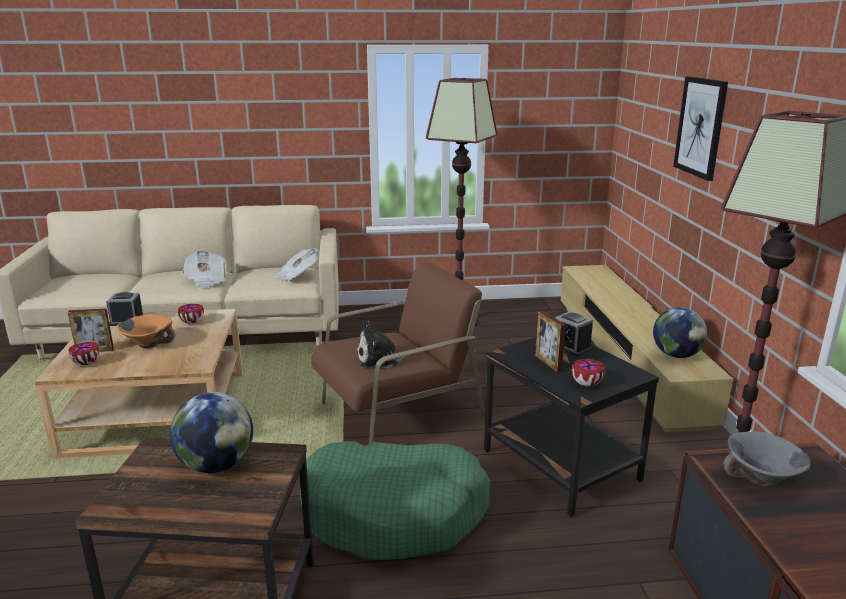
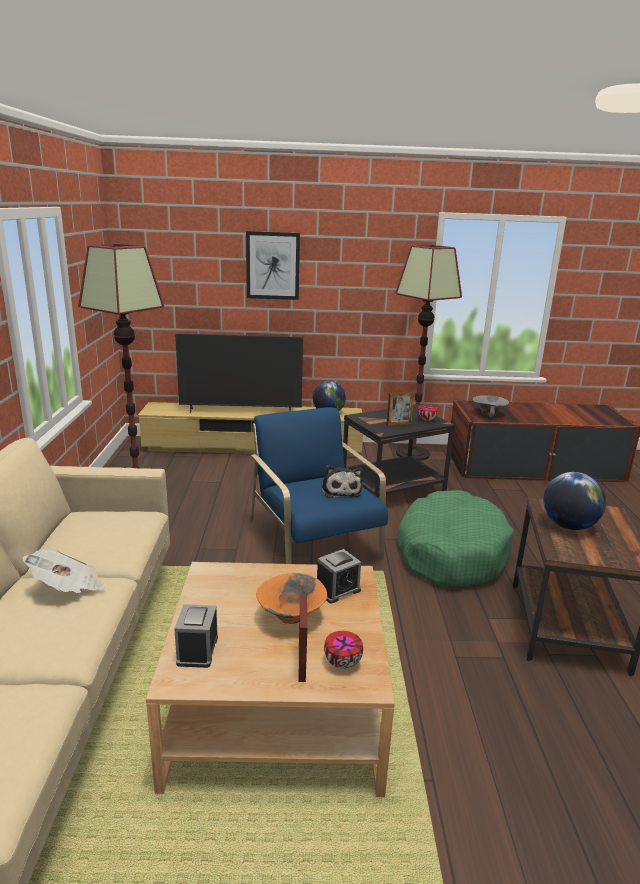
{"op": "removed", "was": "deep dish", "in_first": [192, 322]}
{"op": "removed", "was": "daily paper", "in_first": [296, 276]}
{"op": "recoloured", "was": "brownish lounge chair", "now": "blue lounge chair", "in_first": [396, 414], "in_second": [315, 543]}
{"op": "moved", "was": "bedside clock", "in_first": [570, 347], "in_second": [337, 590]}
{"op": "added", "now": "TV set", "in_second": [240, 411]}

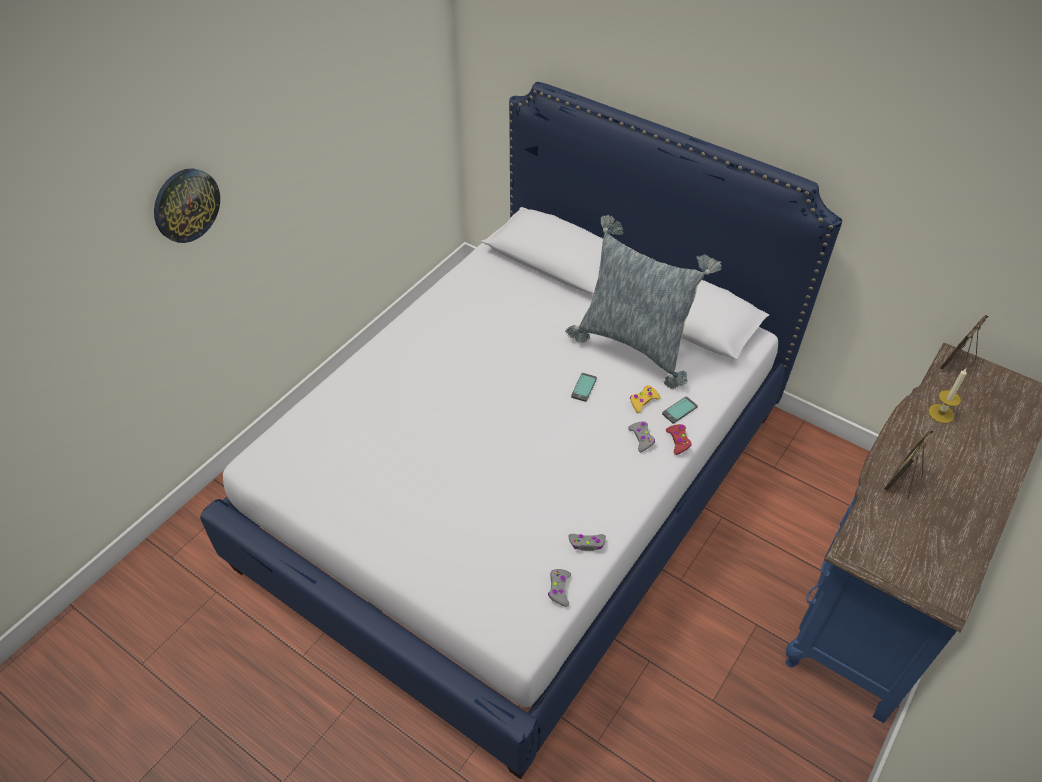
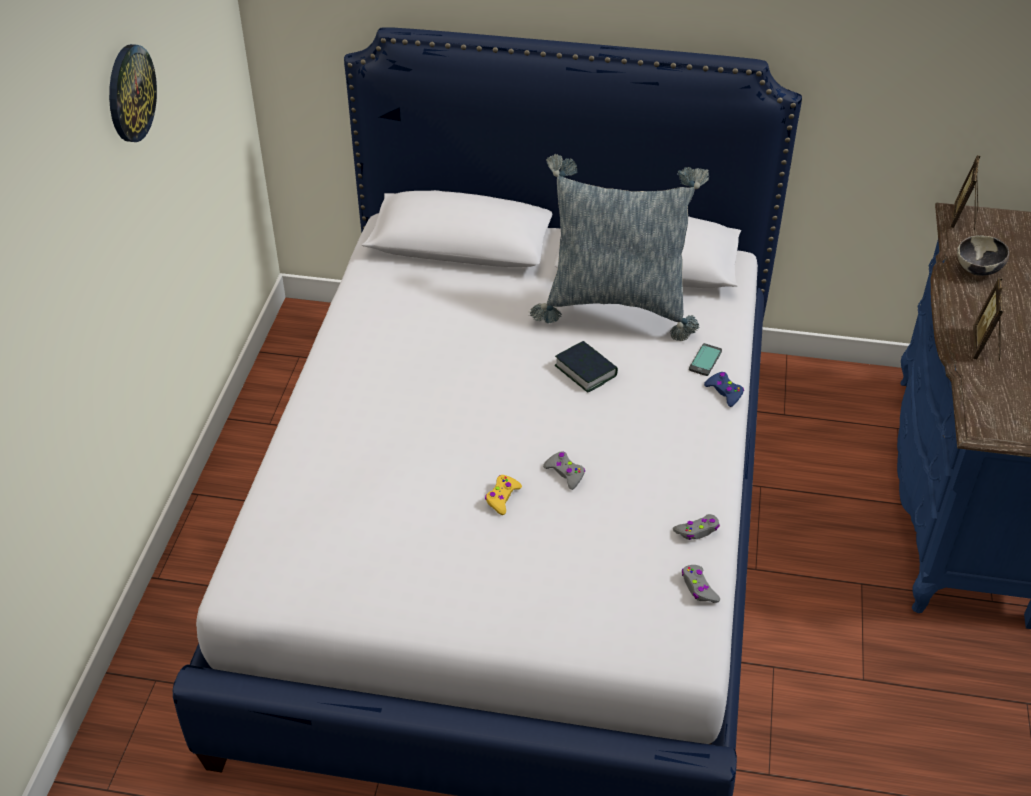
{"op": "moved", "was": "hanging clock", "in_first": [186, 205], "in_second": [130, 93]}
{"op": "replaced", "was": "handset", "now": "book", "in_first": [584, 387], "in_second": [585, 371]}
{"op": "moved", "was": "grey gamepad", "in_first": [641, 438], "in_second": [565, 473]}
{"op": "moved", "was": "yellow gamepad", "in_first": [643, 401], "in_second": [502, 498]}
{"op": "recoloured", "was": "red-coloured gamepad", "now": "blue gamepad", "in_first": [678, 441], "in_second": [724, 392]}
{"op": "replaced", "was": "wax light", "now": "deep dish", "in_first": [941, 413], "in_second": [978, 270]}

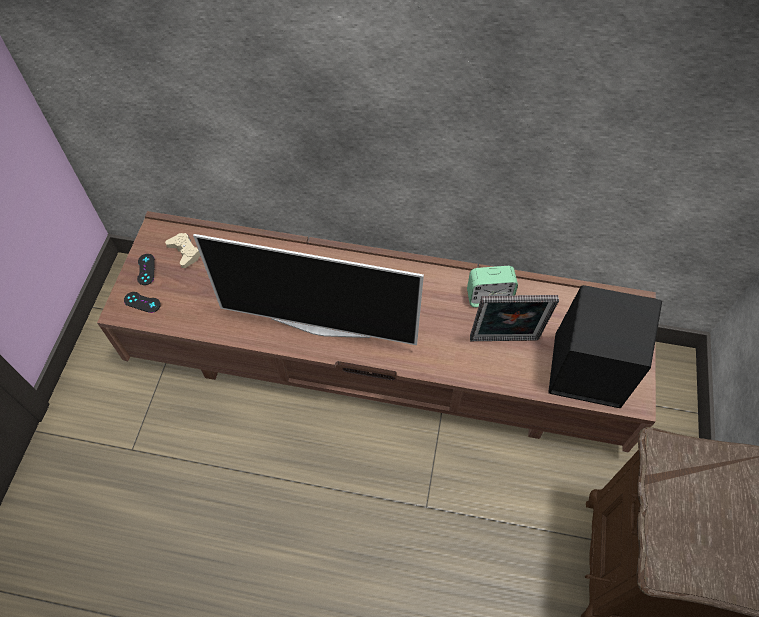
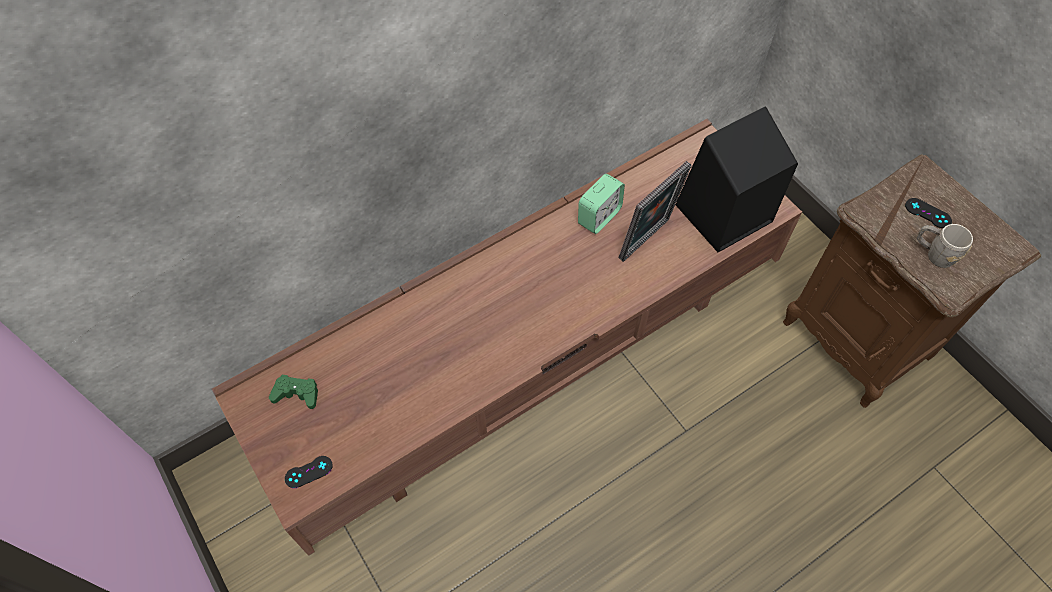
{"op": "moved", "was": "blackish gamepad", "in_first": [146, 269], "in_second": [928, 213]}
{"op": "recoloured", "was": "beige gamepad", "now": "green gamepad", "in_first": [185, 252], "in_second": [297, 394]}
{"op": "removed", "was": "TV set", "in_first": [320, 326]}
{"op": "added", "now": "grey coffee mug", "in_second": [934, 254]}

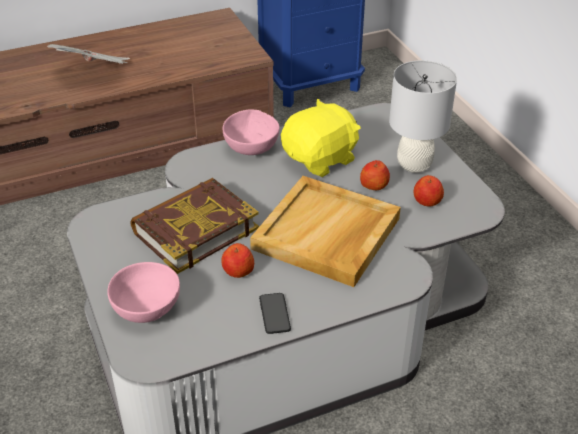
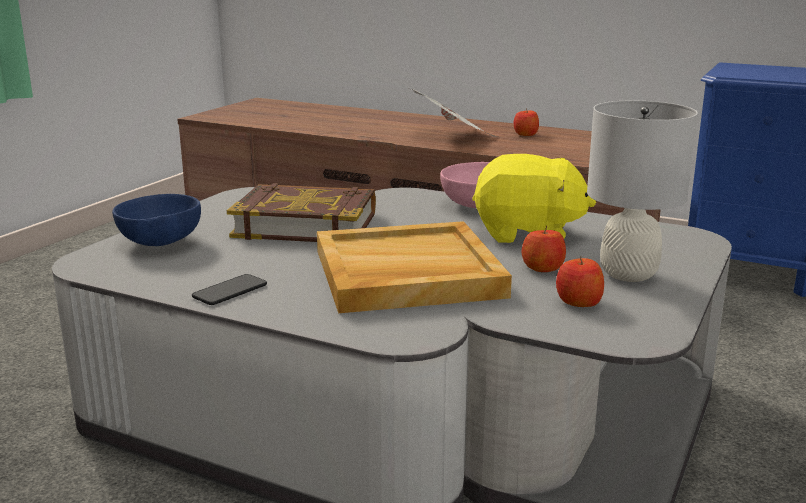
{"op": "recoloured", "was": "pink-coloured deep dish", "now": "blue deep dish", "in_first": [148, 310], "in_second": [160, 244]}
{"op": "moved", "was": "whole apple", "in_first": [238, 271], "in_second": [525, 134]}

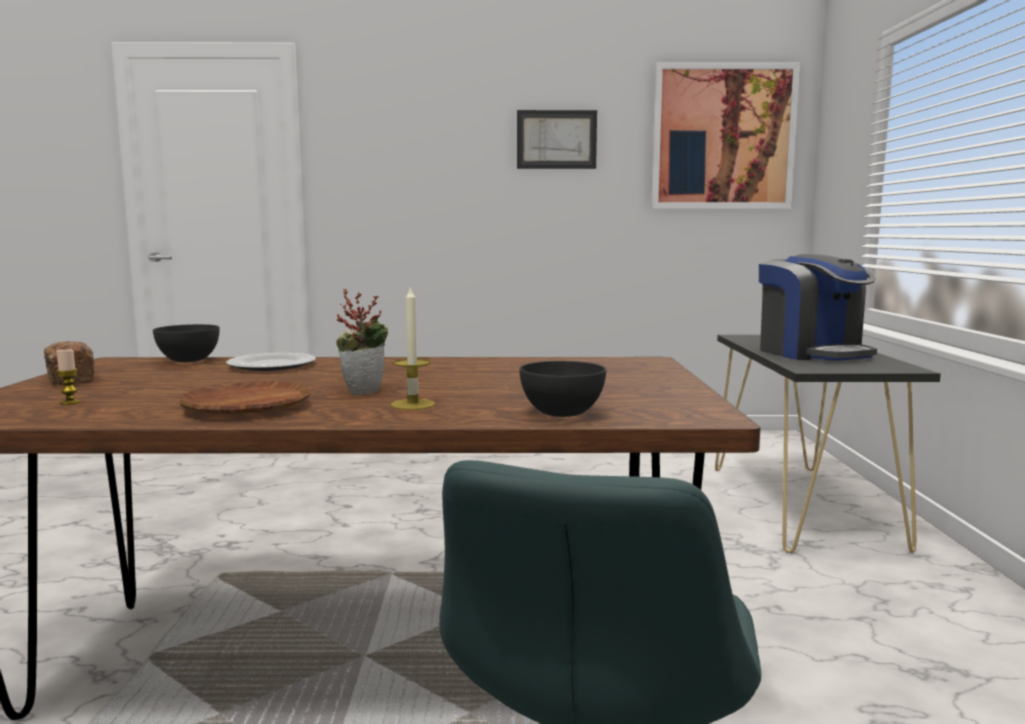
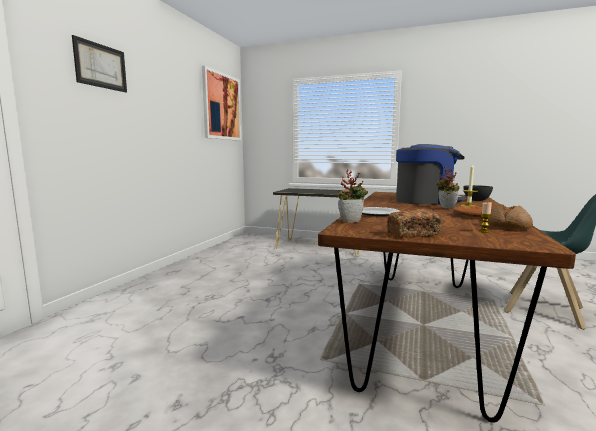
{"op": "replaced", "was": "grey deep dish", "now": "potted plant", "in_first": [188, 360], "in_second": [351, 221]}
{"op": "moved", "was": "wall picture", "in_first": [556, 139], "in_second": [100, 66]}
{"op": "moved", "was": "coffee brewer", "in_first": [812, 353], "in_second": [426, 201]}
{"op": "added", "now": "bakery bread", "in_second": [506, 226]}

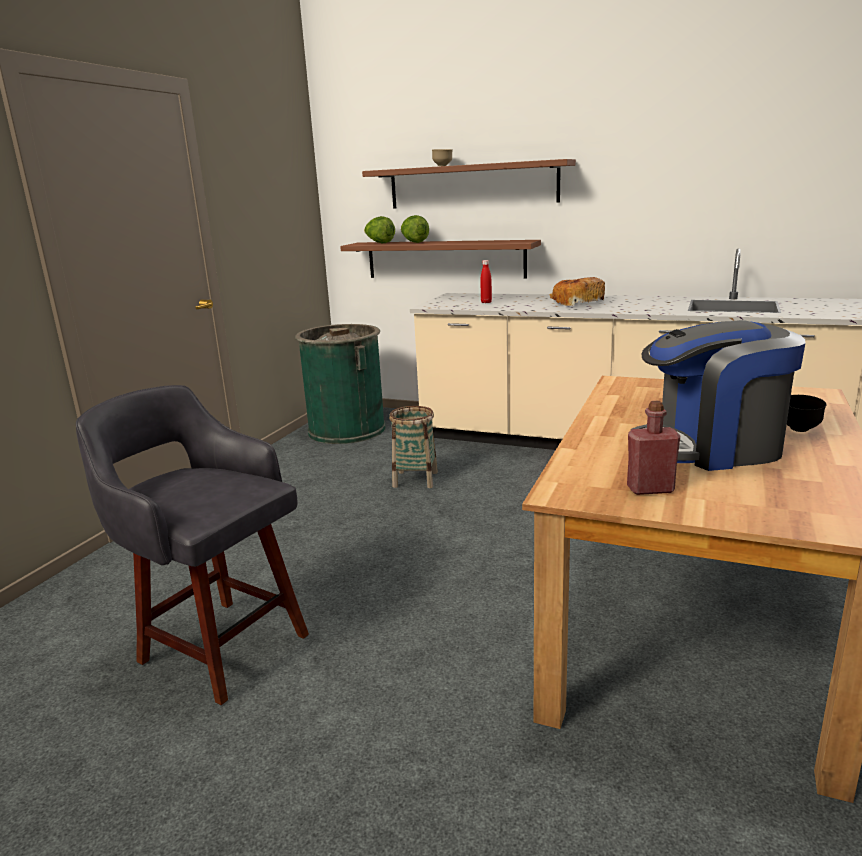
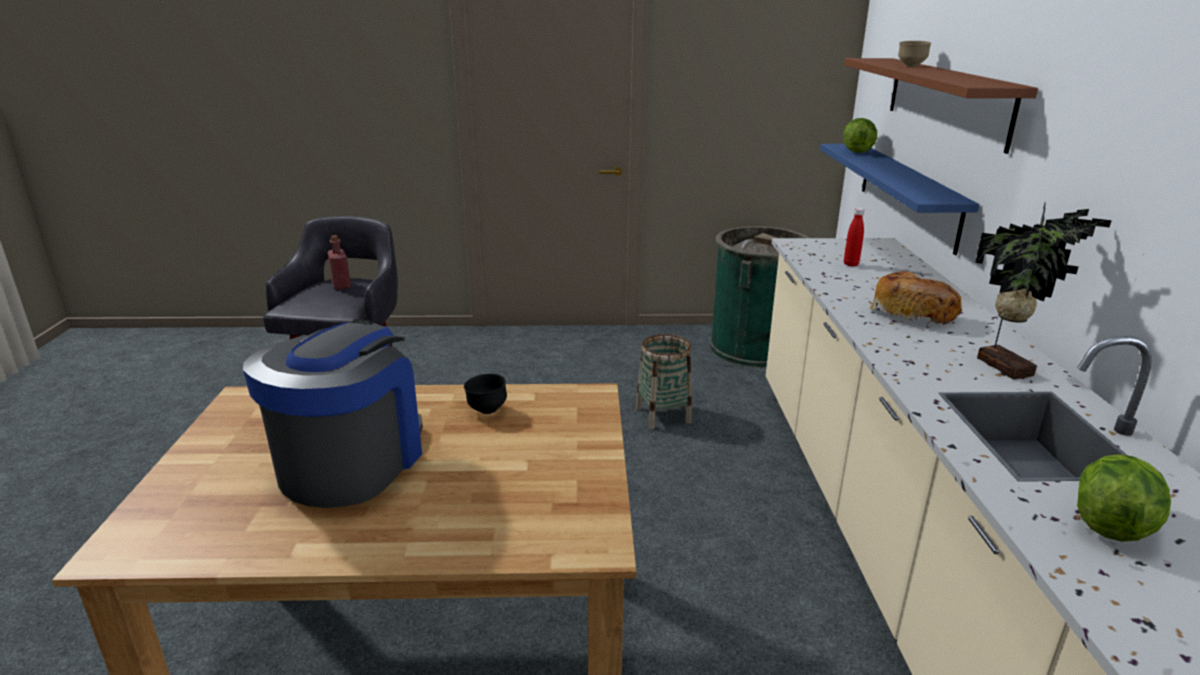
{"op": "recoloured", "was": "brownish bracket shelf", "now": "blue bracket shelf", "in_first": [445, 259], "in_second": [907, 194]}
{"op": "moved", "was": "head of lettuce", "in_first": [414, 242], "in_second": [1111, 523]}
{"op": "moved", "was": "red-coloured bottle", "in_first": [650, 489], "in_second": [341, 285]}
{"op": "turned", "was": "coffee brewer", "in_first": [710, 447], "in_second": [352, 462], "clockwise": 45}
{"op": "moved", "was": "blackish deep dish", "in_first": [799, 430], "in_second": [486, 410]}
{"op": "added", "now": "potted plant", "in_second": [1006, 366]}

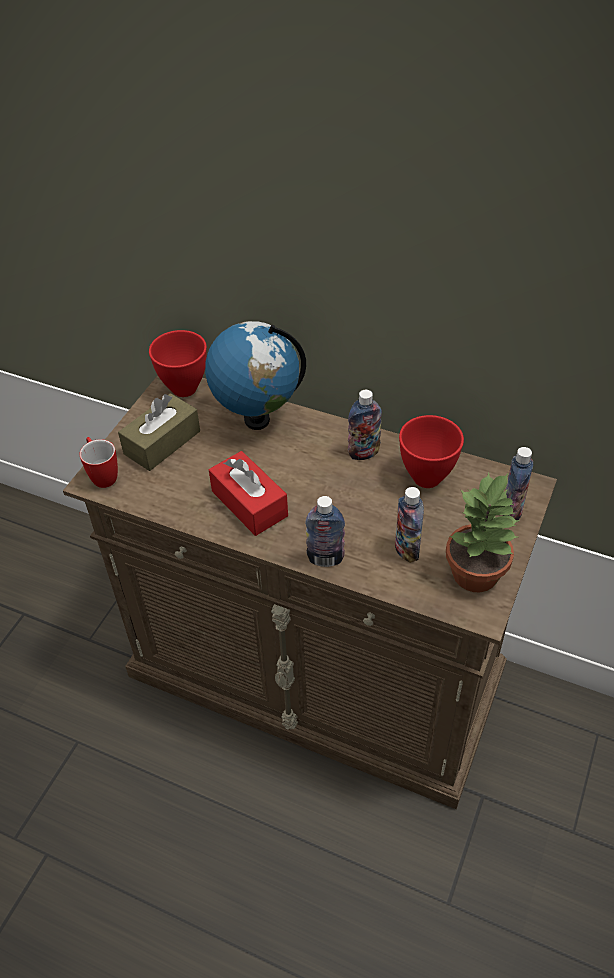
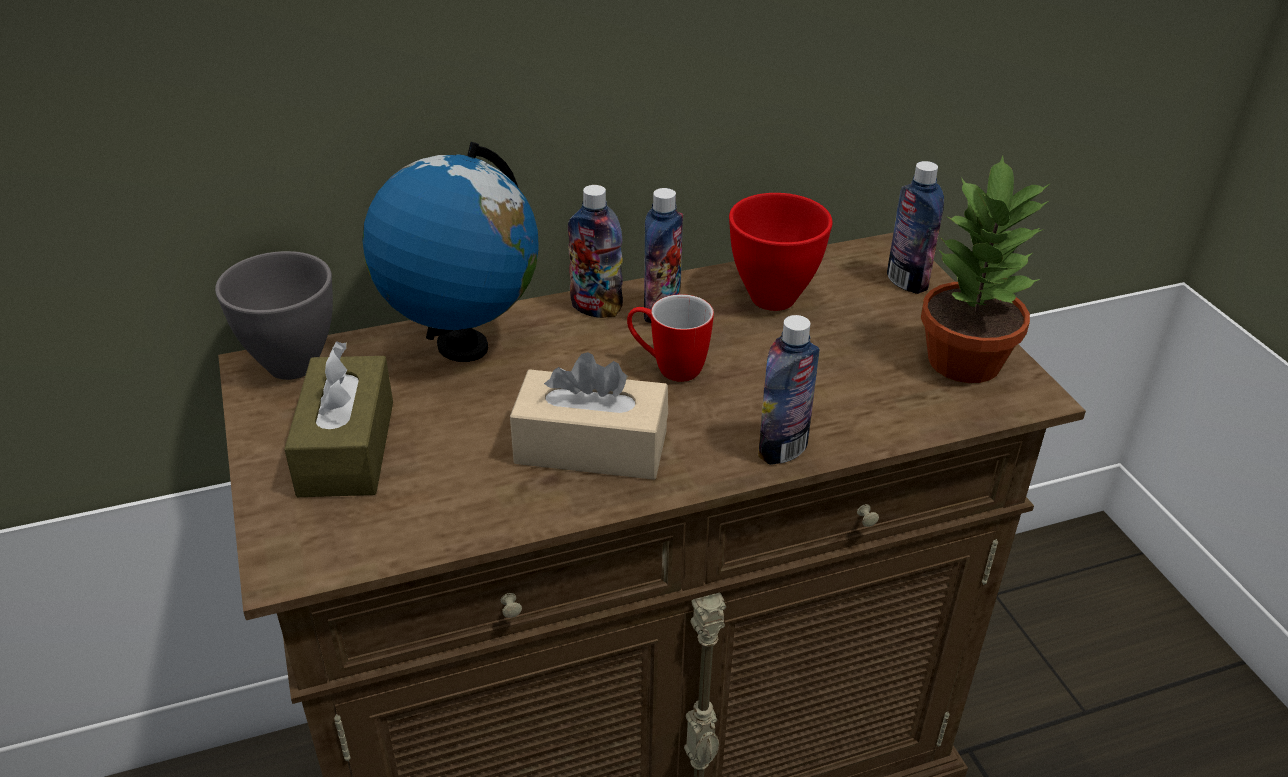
{"op": "moved", "was": "coffee mug", "in_first": [102, 475], "in_second": [668, 367]}
{"op": "recoloured", "was": "red-coloured deep dish", "now": "grey deep dish", "in_first": [183, 388], "in_second": [289, 366]}
{"op": "recoloured", "was": "red-coloured tissue box", "now": "beige tissue box", "in_first": [249, 503], "in_second": [591, 447]}
{"op": "moved", "was": "bottle", "in_first": [406, 550], "in_second": [596, 308]}

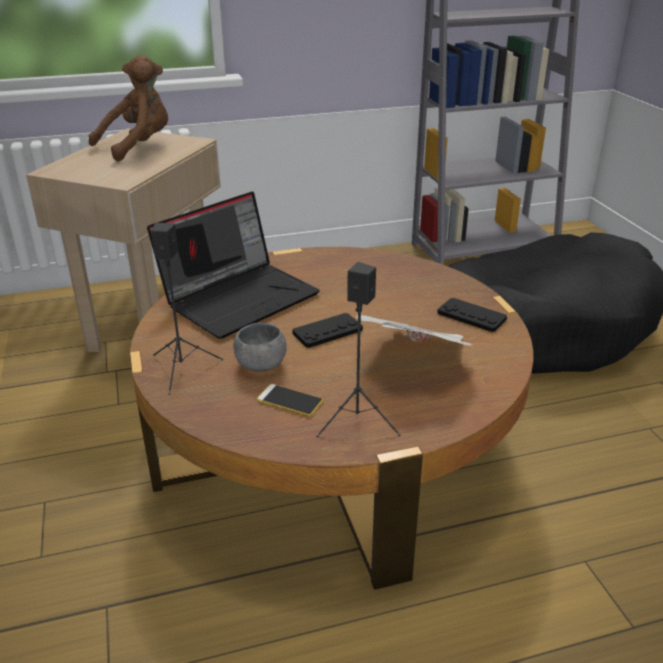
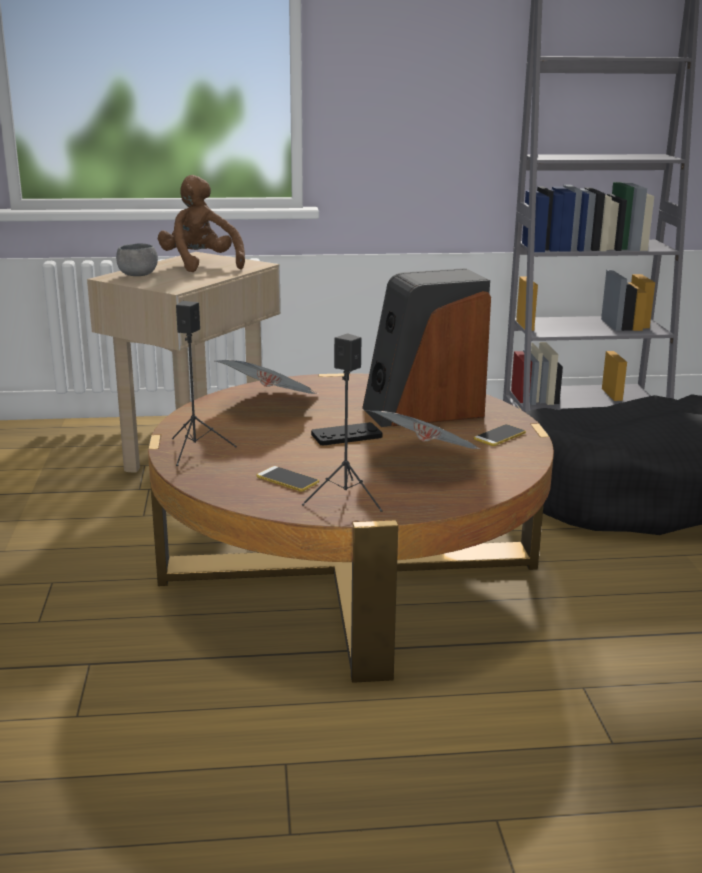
{"op": "turned", "was": "brownish soft toy", "in_first": [138, 146], "in_second": [200, 265], "clockwise": -90}
{"op": "replaced", "was": "portable computer", "now": "daily paper", "in_first": [240, 297], "in_second": [271, 404]}
{"op": "moved", "was": "grey deep dish", "in_first": [261, 365], "in_second": [138, 275]}
{"op": "replaced", "was": "blackish gamepad", "now": "handset", "in_first": [471, 316], "in_second": [499, 436]}
{"op": "added", "now": "speaker", "in_second": [423, 411]}

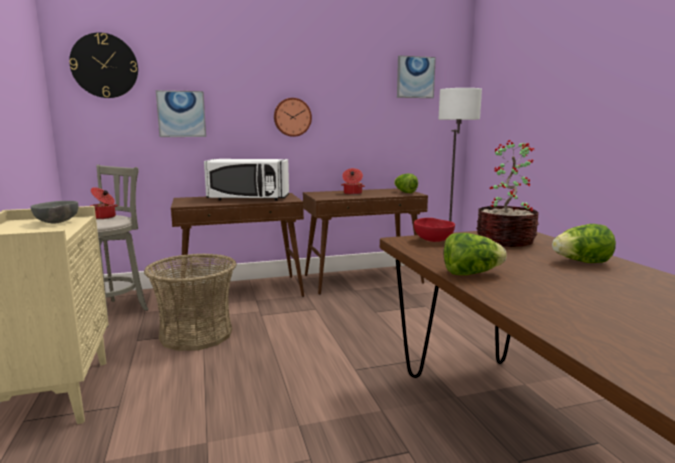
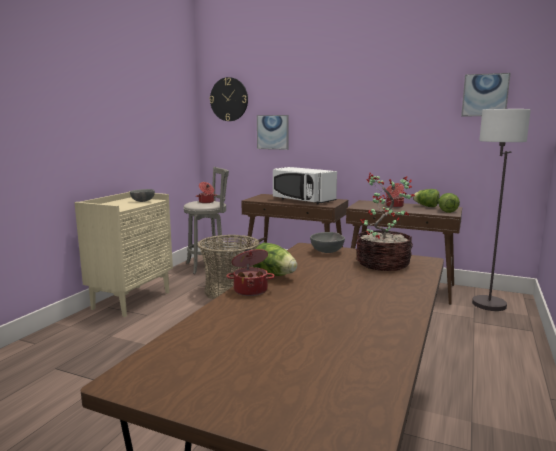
{"op": "removed", "was": "hanging clock", "in_first": [292, 117]}
{"op": "recoloured", "was": "red-coloured deep dish", "now": "grey deep dish", "in_first": [433, 240], "in_second": [328, 252]}
{"op": "moved", "was": "head of lettuce", "in_first": [581, 262], "in_second": [426, 206]}
{"op": "added", "now": "stockpot", "in_second": [250, 290]}

